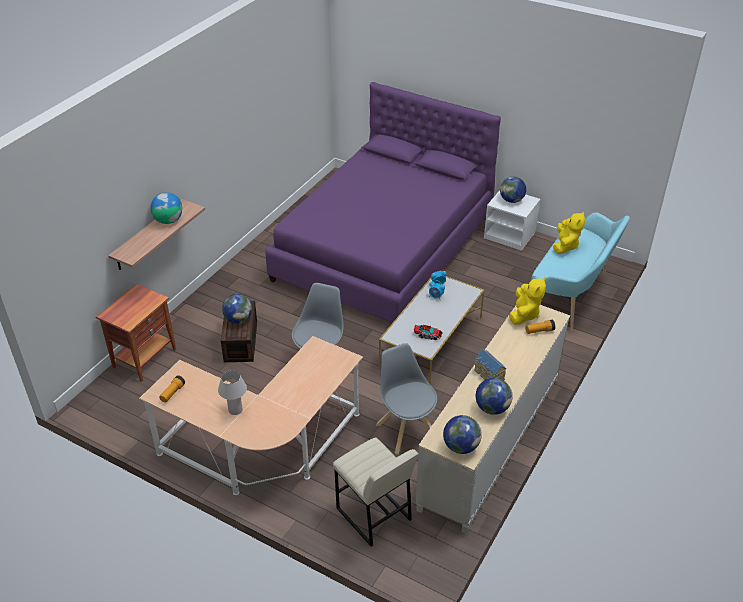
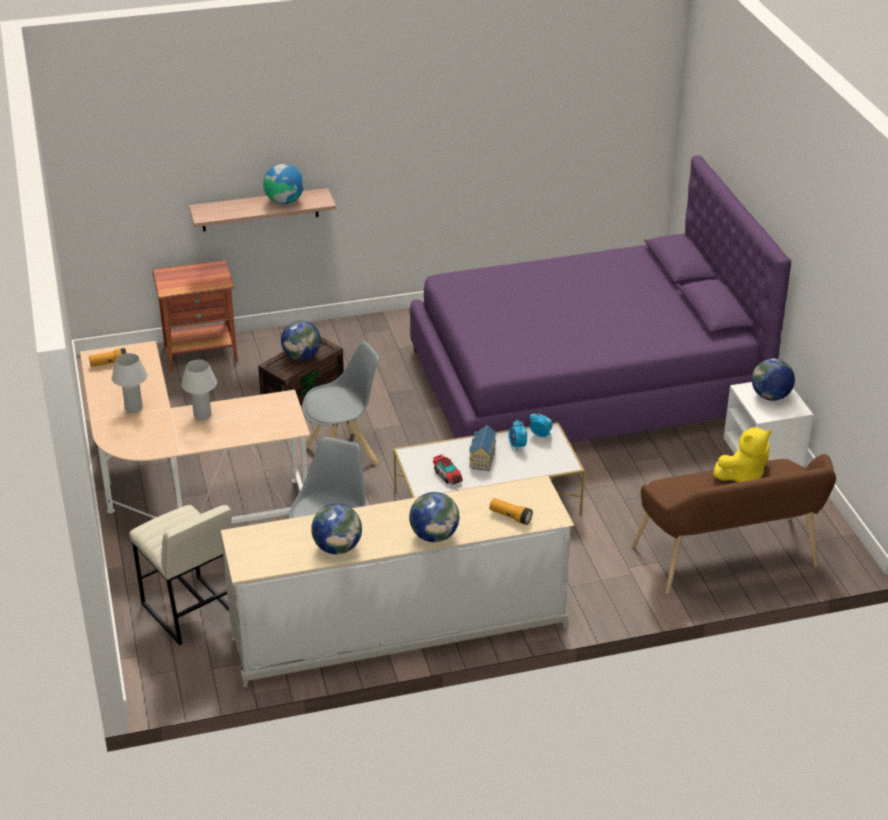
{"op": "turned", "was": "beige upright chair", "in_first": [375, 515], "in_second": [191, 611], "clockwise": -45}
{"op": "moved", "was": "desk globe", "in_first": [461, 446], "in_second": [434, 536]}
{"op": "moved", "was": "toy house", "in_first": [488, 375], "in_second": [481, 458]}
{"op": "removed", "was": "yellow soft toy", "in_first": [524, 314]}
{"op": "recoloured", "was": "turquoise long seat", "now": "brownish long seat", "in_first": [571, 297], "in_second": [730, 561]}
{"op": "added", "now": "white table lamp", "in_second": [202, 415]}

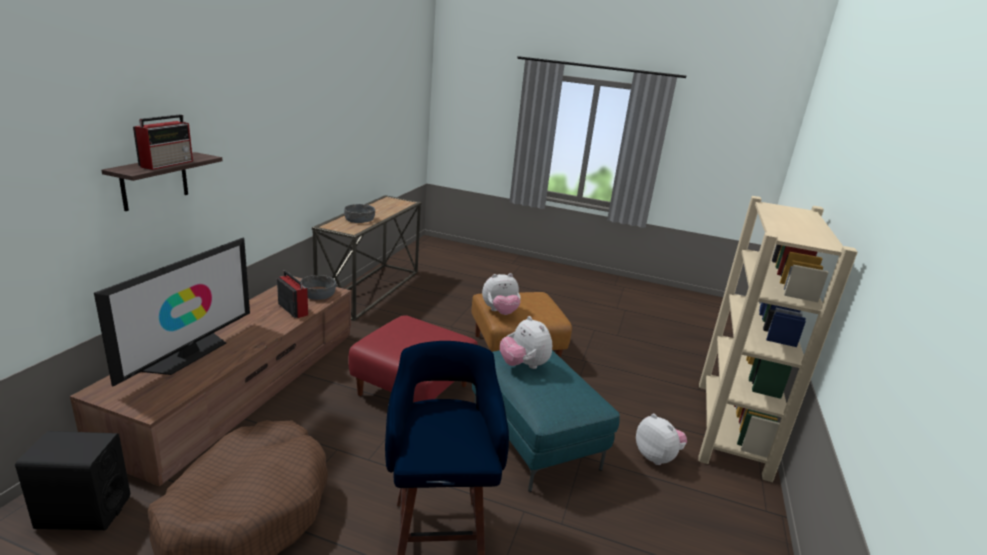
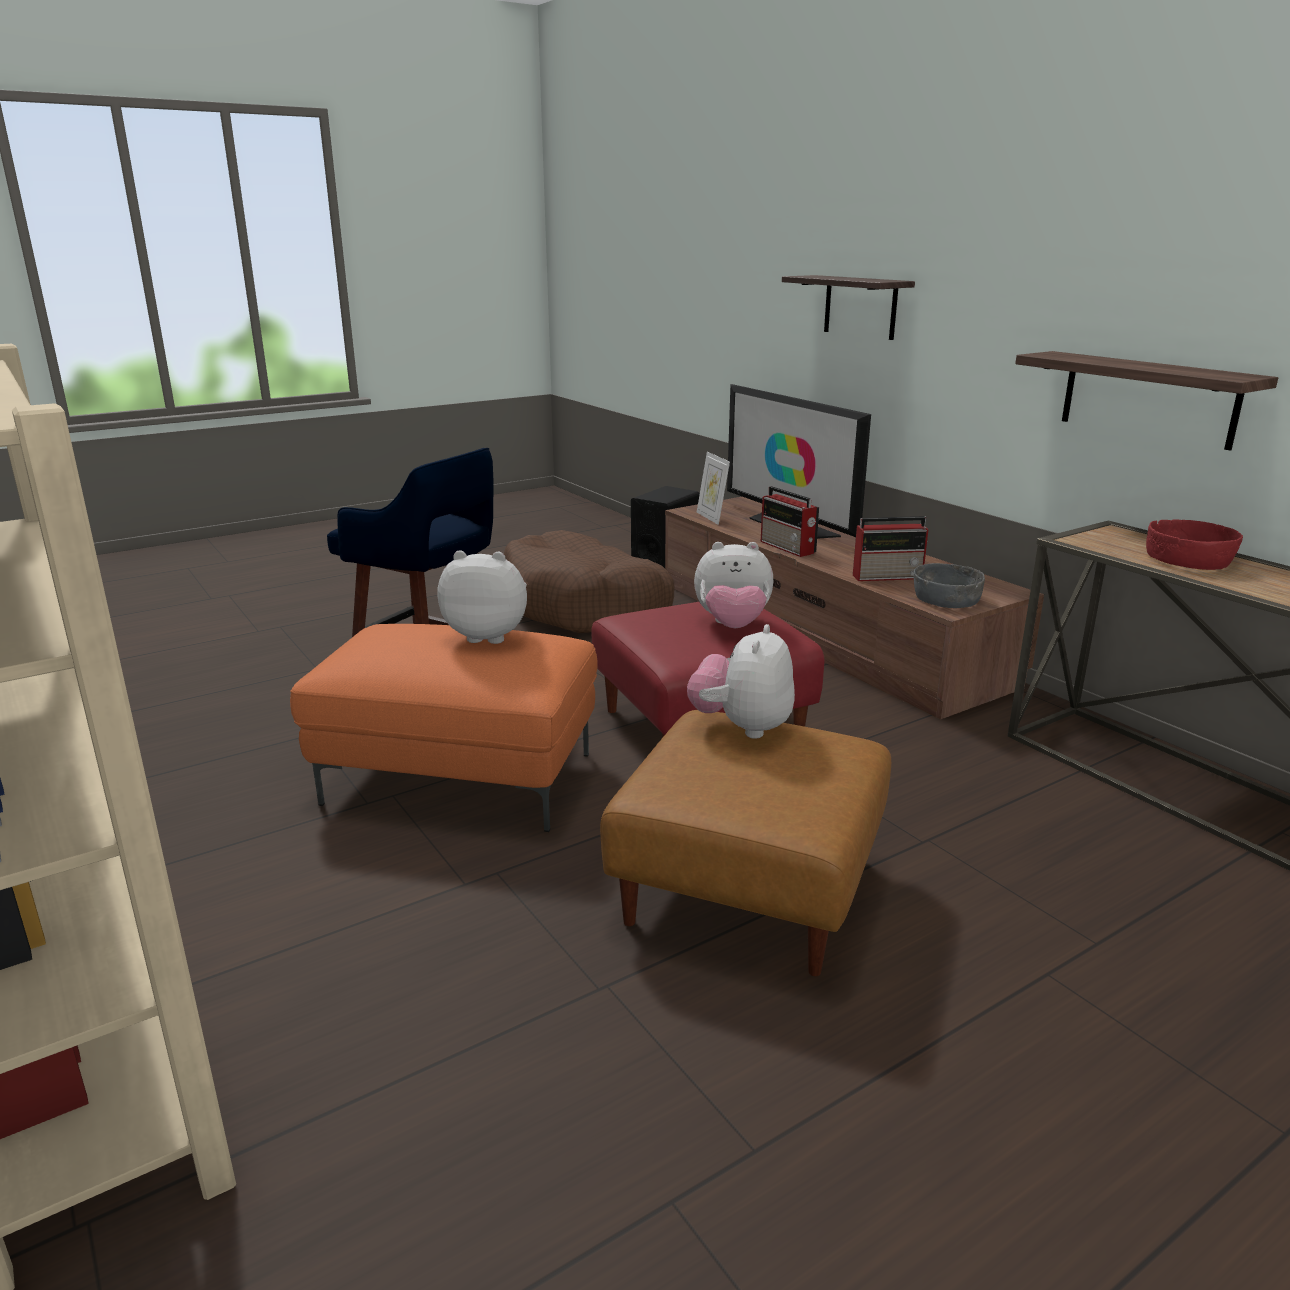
{"op": "moved", "was": "radio set", "in_first": [168, 163], "in_second": [788, 547]}
{"op": "recoloured", "was": "grey deep dish", "now": "red-coloured deep dish", "in_first": [359, 219], "in_second": [1189, 560]}
{"op": "recoloured", "was": "turquoise pouffe", "now": "orange-coloured pouffe", "in_first": [535, 439], "in_second": [458, 780]}
{"op": "moved", "was": "soft toy", "in_first": [657, 457], "in_second": [732, 626]}
{"op": "added", "now": "photo frame", "in_second": [711, 517]}
{"op": "added", "now": "bracket shelf", "in_second": [1148, 399]}

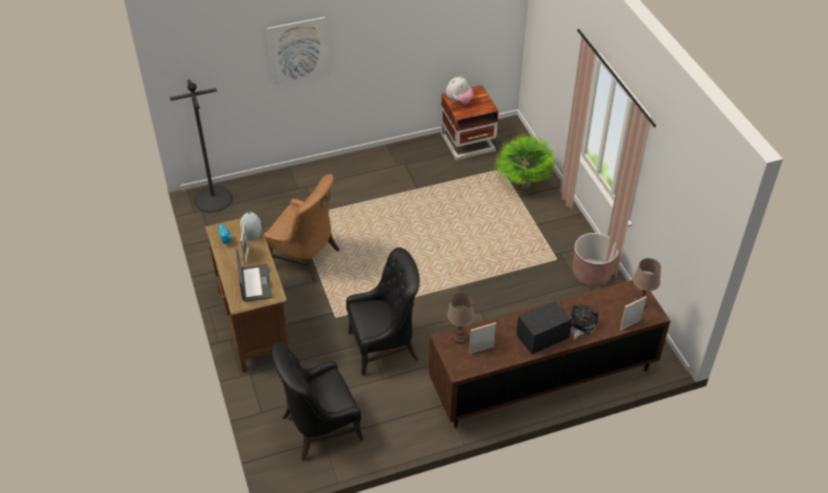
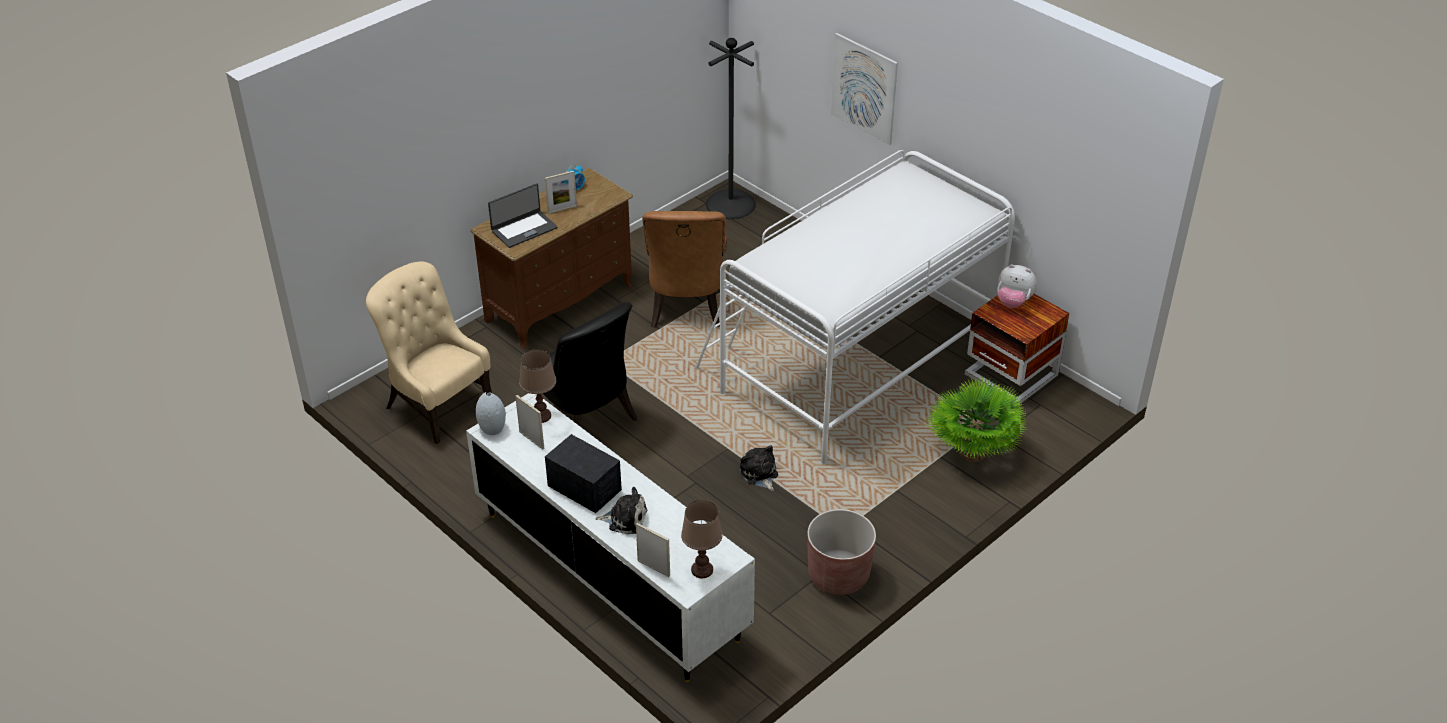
{"op": "moved", "was": "grey vase", "in_first": [252, 235], "in_second": [492, 428]}
{"op": "recoloured", "was": "blackish upright chair", "now": "beige upright chair", "in_first": [320, 427], "in_second": [437, 405]}
{"op": "recoloured", "was": "brownish cabinet", "now": "white cabinet", "in_first": [542, 381], "in_second": [610, 576]}
{"op": "added", "now": "white sleeping bed", "in_second": [856, 366]}
{"op": "added", "now": "soft toy", "in_second": [759, 474]}

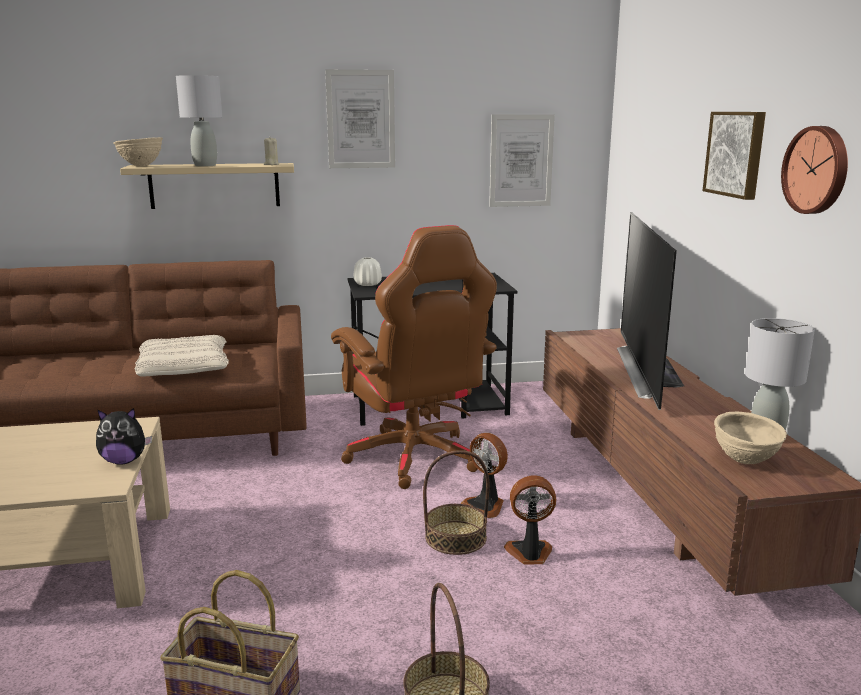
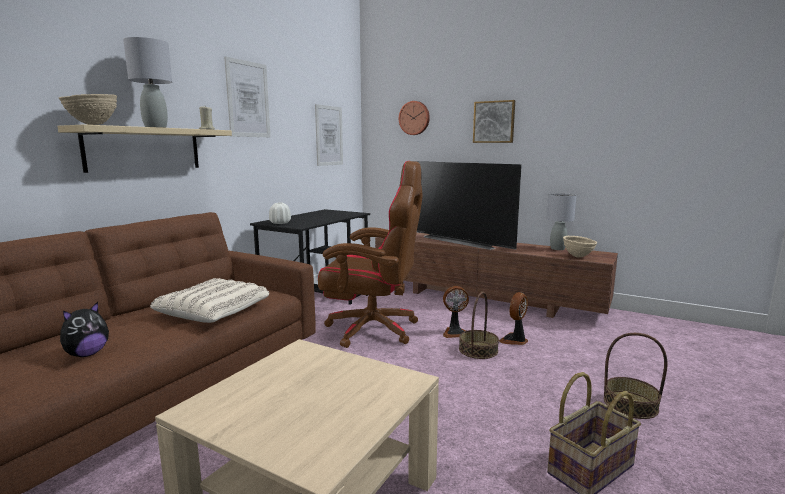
{"op": "moved", "was": "soft toy", "in_first": [124, 461], "in_second": [87, 354]}
{"op": "moved", "was": "hanging clock", "in_first": [817, 170], "in_second": [414, 118]}

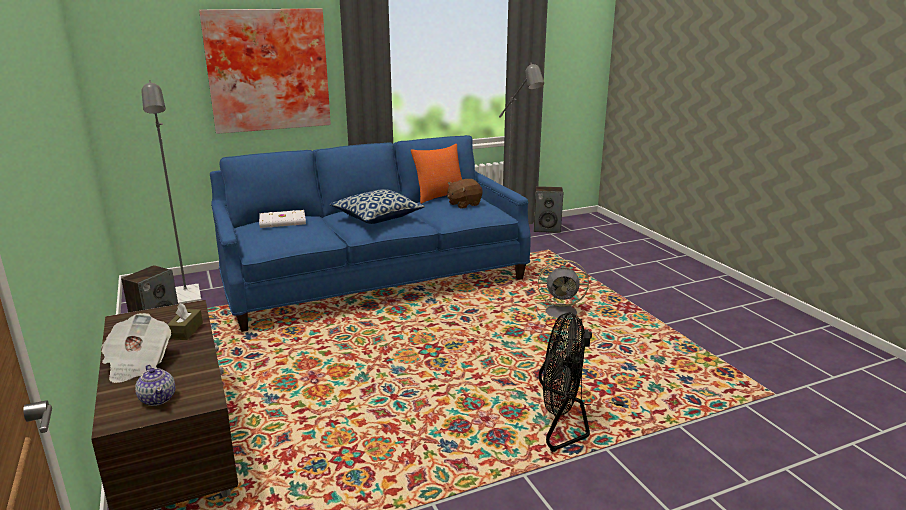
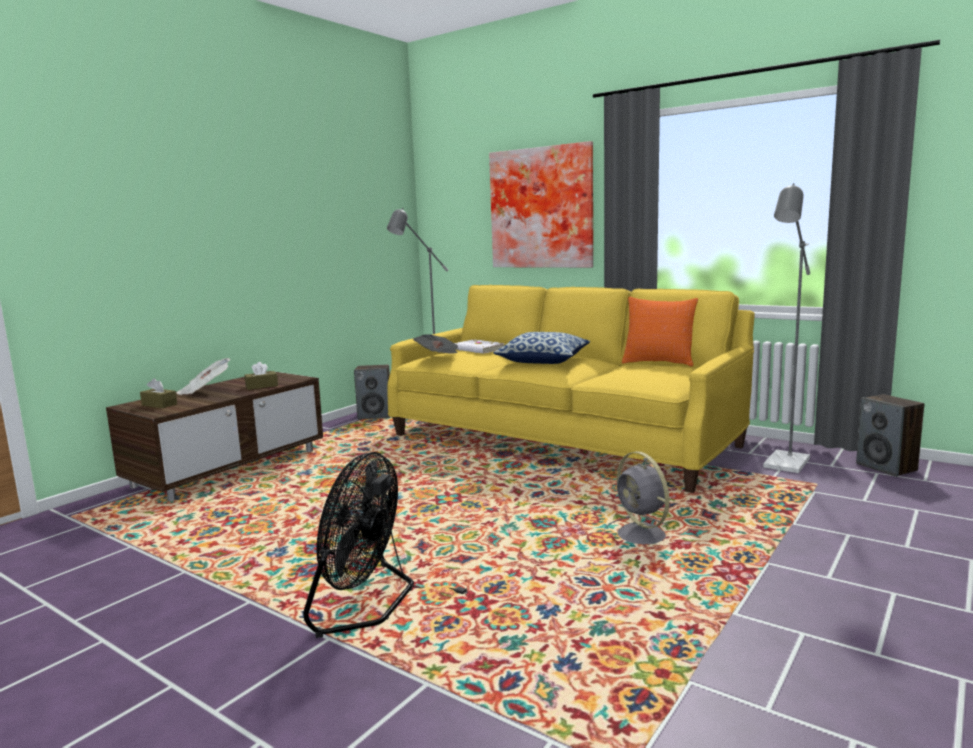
{"op": "replaced", "was": "tea pot", "now": "brownish tissue box", "in_first": [158, 398], "in_second": [159, 404]}
{"op": "recoloured", "was": "blue settee", "now": "yellow settee", "in_first": [374, 278], "in_second": [563, 440]}
{"op": "removed", "was": "brownish soft toy", "in_first": [463, 204]}
{"op": "turned", "was": "blackish fan", "in_first": [569, 417], "in_second": [382, 599], "clockwise": -45}
{"op": "added", "now": "daily paper", "in_second": [439, 357]}

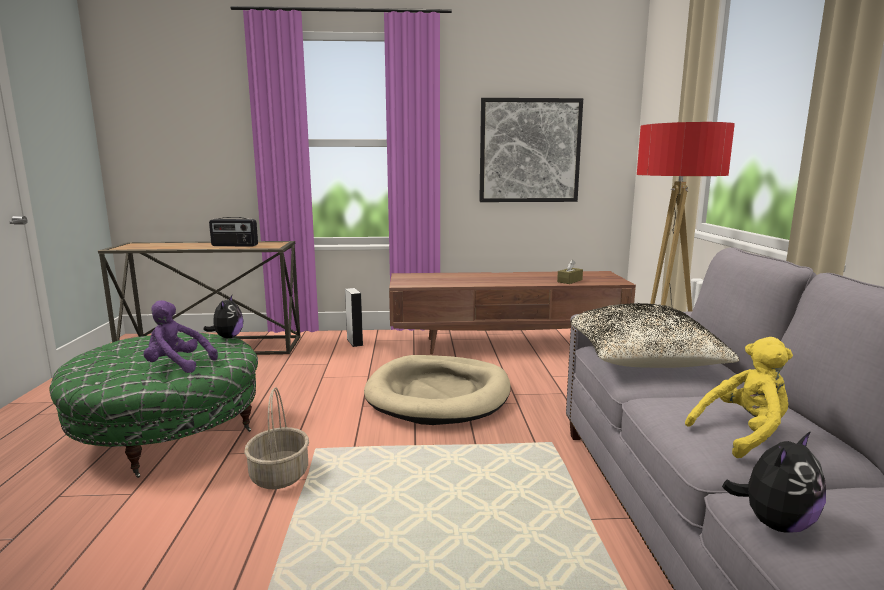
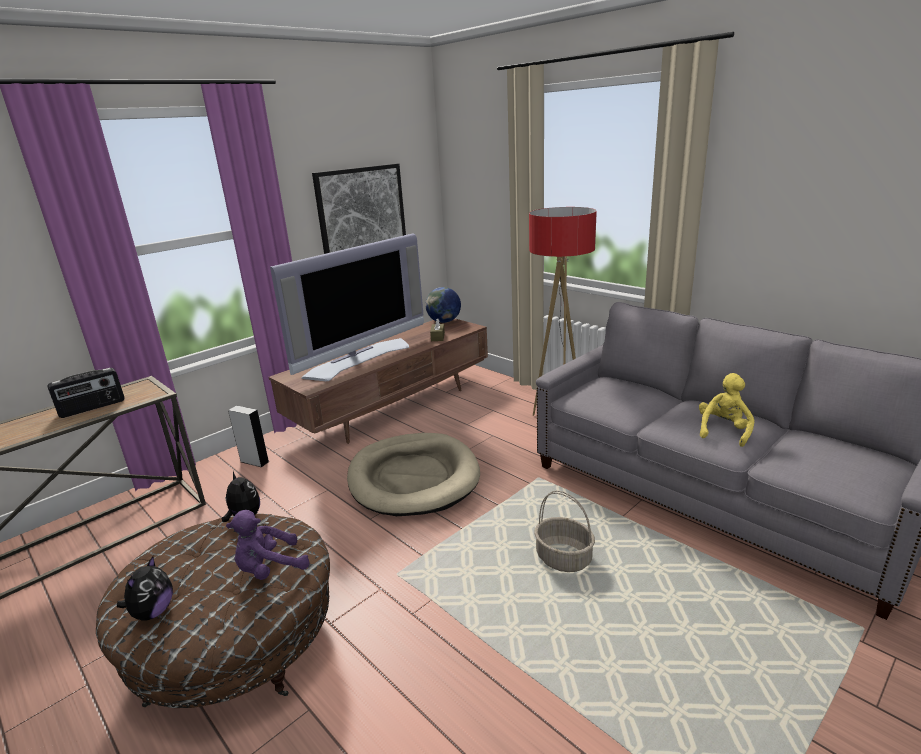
{"op": "recoloured", "was": "green pouffe", "now": "brownish pouffe", "in_first": [169, 435], "in_second": [237, 646]}
{"op": "moved", "was": "storage basket", "in_first": [280, 475], "in_second": [564, 558]}
{"op": "removed", "was": "beige cushion", "in_first": [644, 356]}
{"op": "moved", "was": "soft toy", "in_first": [774, 523], "in_second": [153, 612]}
{"op": "added", "now": "TV set", "in_second": [359, 359]}
{"op": "added", "now": "desk globe", "in_second": [444, 321]}

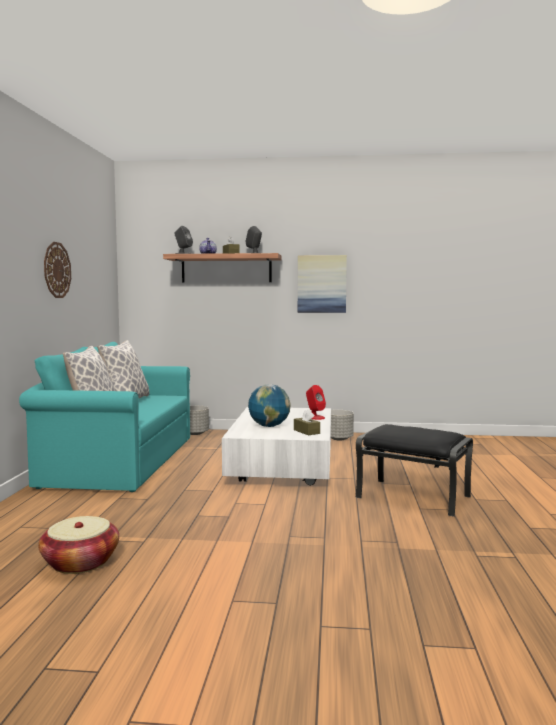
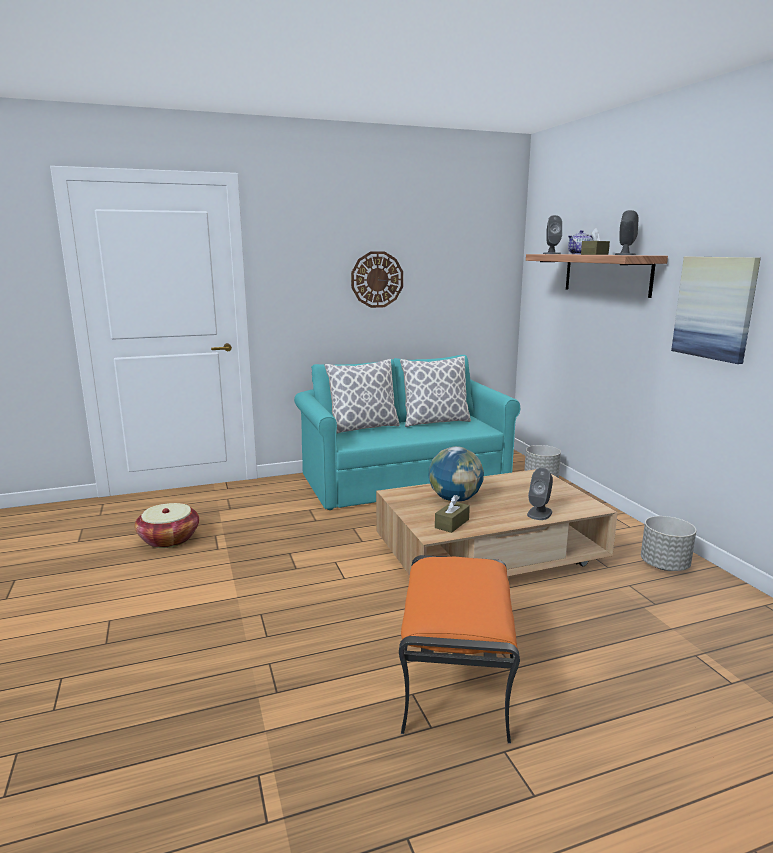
{"op": "recoloured", "was": "white low table", "now": "brownish low table", "in_first": [282, 465], "in_second": [488, 555]}
{"op": "recoloured", "was": "red-coloured speaker", "now": "grey speaker", "in_first": [314, 417], "in_second": [539, 513]}
{"op": "recoloured", "was": "blackish pouffe", "now": "orange-coloured pouffe", "in_first": [414, 497], "in_second": [457, 681]}

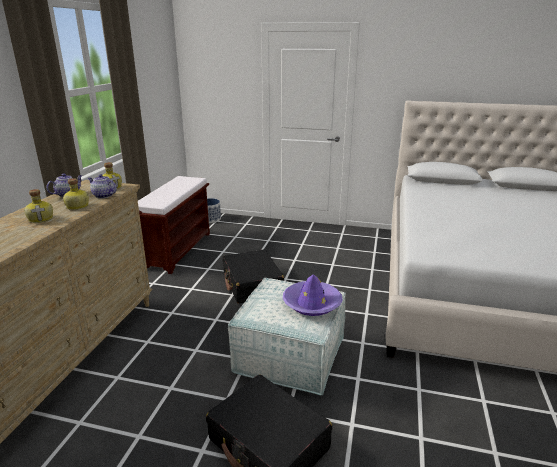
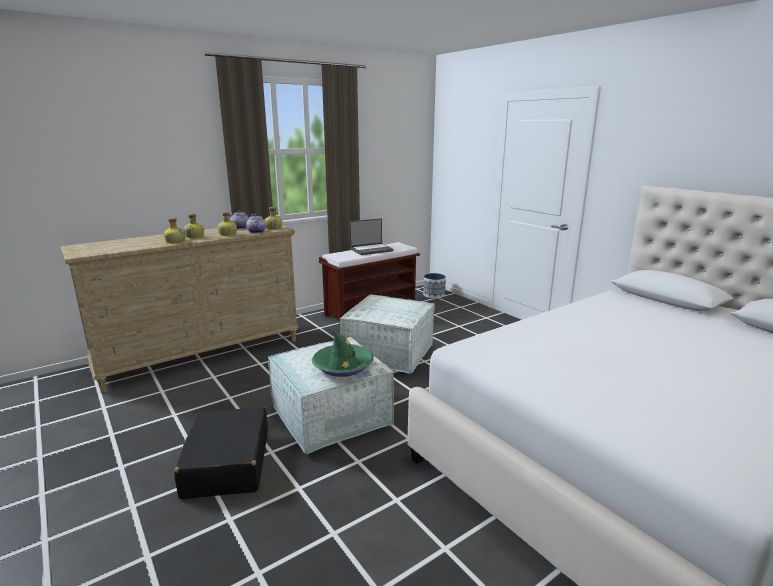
{"op": "replaced", "was": "blackish suitcase", "now": "white pouffe", "in_first": [252, 285], "in_second": [388, 355]}
{"op": "recoloured", "was": "purple hat", "now": "green hat", "in_first": [312, 303], "in_second": [343, 365]}
{"op": "added", "now": "bottle", "in_second": [175, 241]}
{"op": "added", "now": "portable computer", "in_second": [371, 250]}

